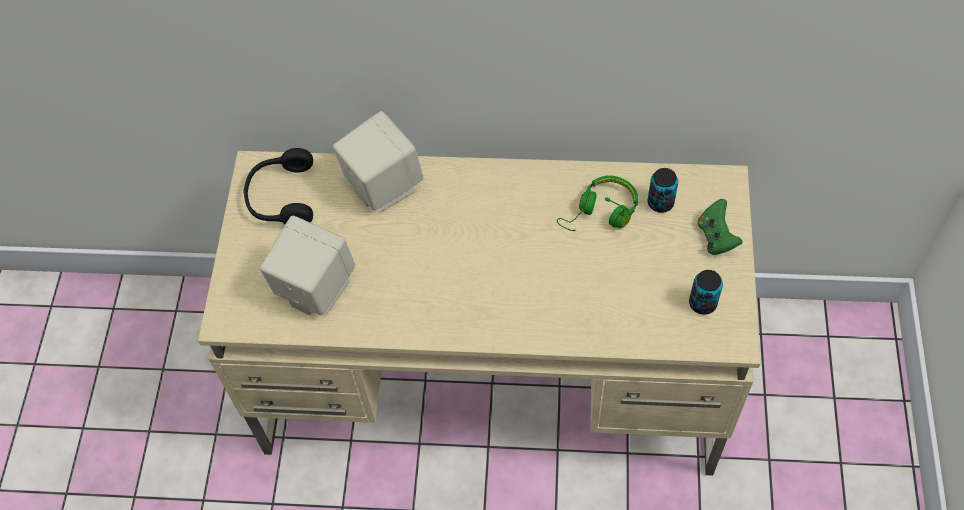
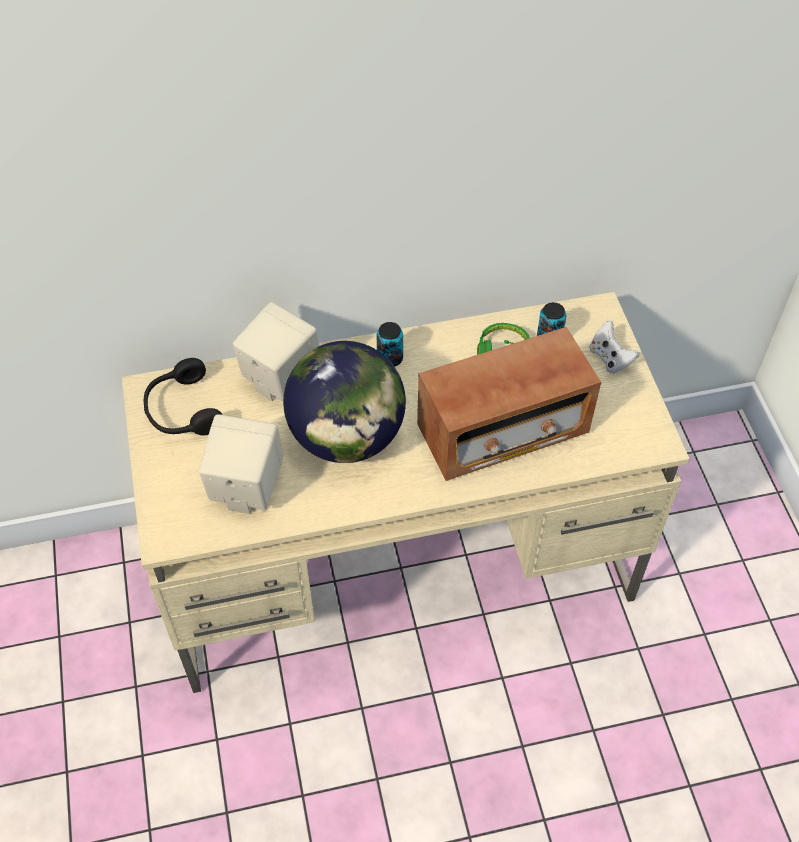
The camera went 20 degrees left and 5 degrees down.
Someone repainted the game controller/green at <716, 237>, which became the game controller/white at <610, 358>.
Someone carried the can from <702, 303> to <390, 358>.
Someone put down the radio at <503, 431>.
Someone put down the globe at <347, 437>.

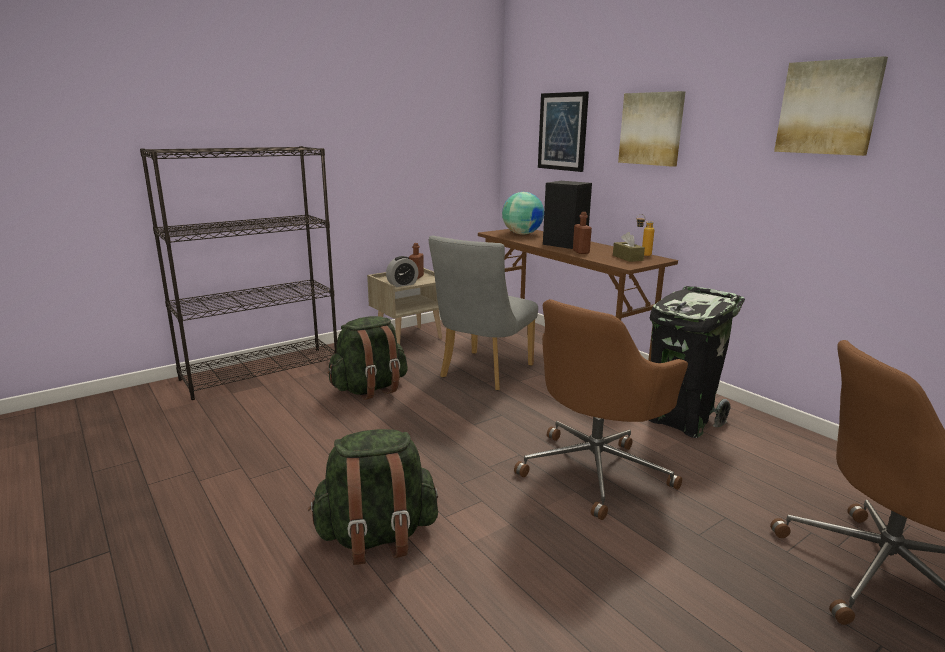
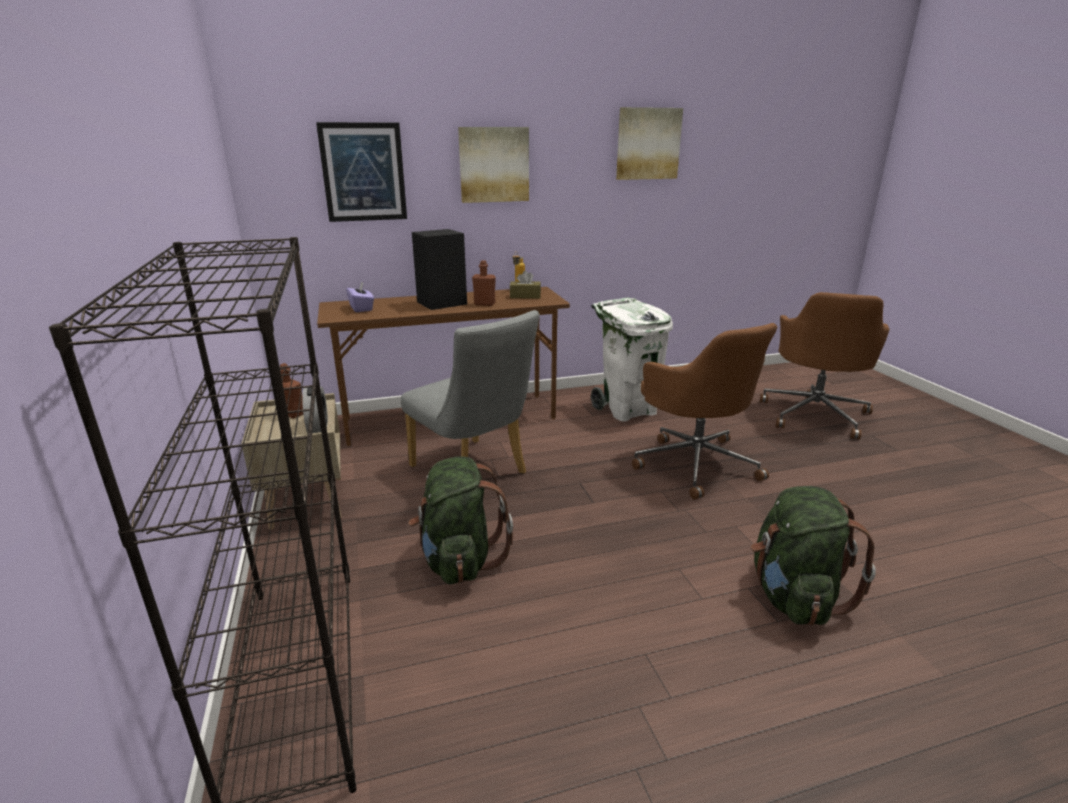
The camera went 70 degrees left and 5 degrees up.
Someone swapped the globe at <522, 234> for the tissue box/purple at <361, 308>.
Someone repainted the trash can/black at <681, 420>, which became the trash can/white at <627, 410>.

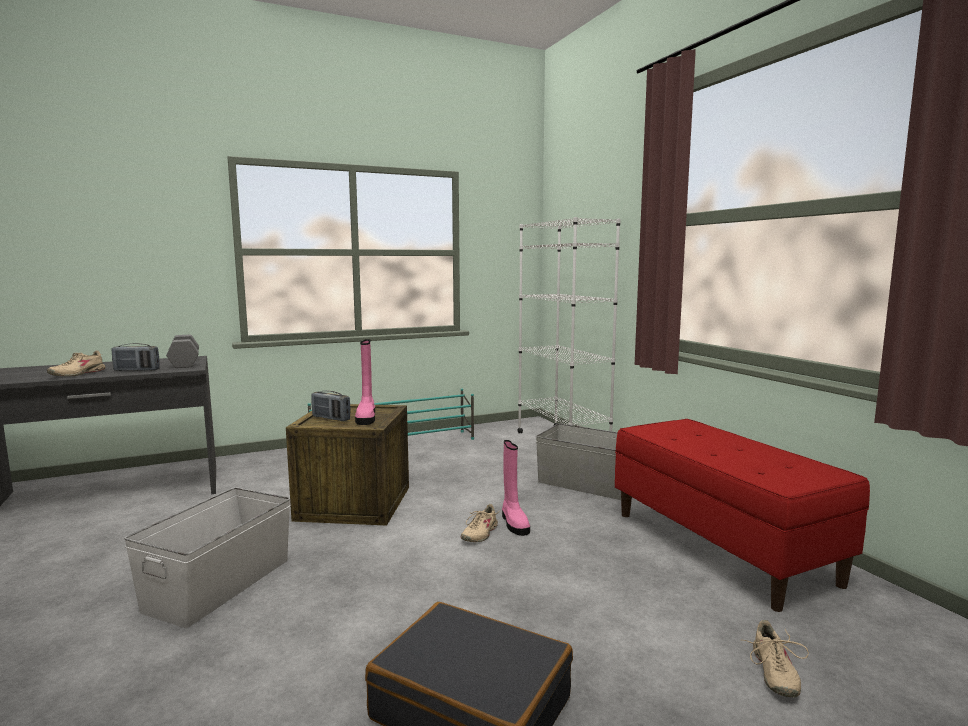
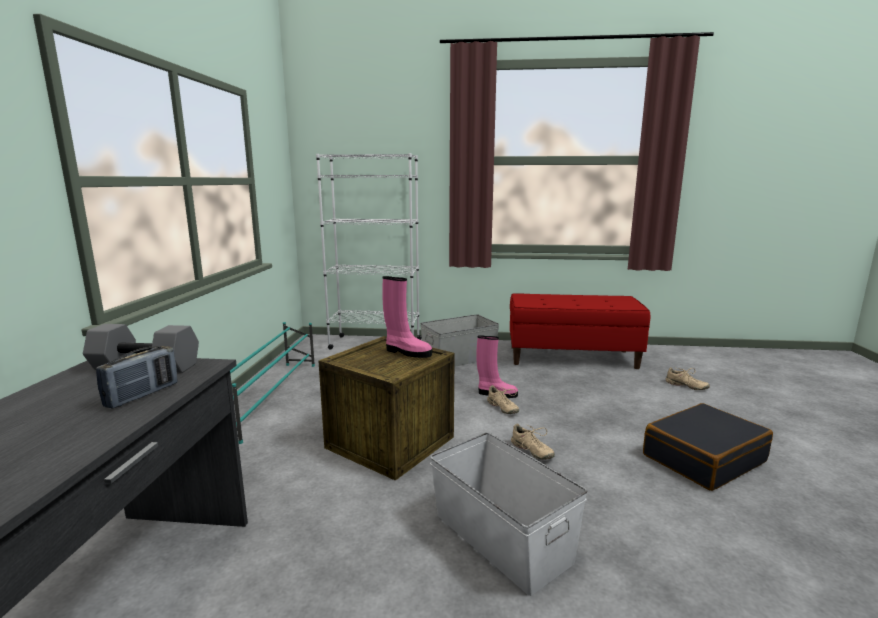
The camera went 60 degrees left and 5 degrees up.
Someone carried the shoe/beige from <78, 374> to <531, 451>.
Someone took away the radio at <331, 418>.

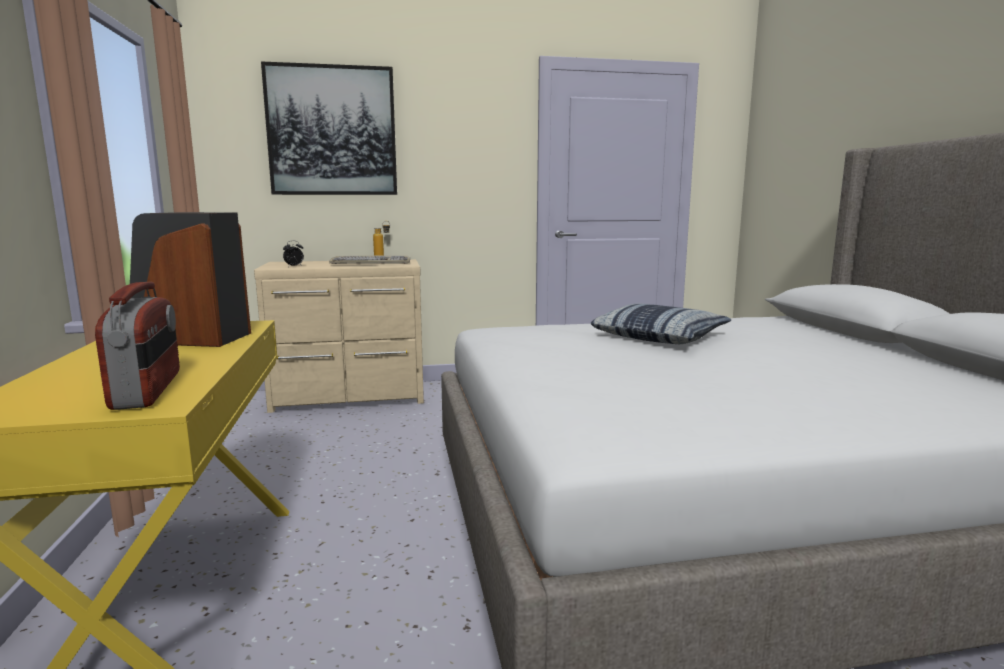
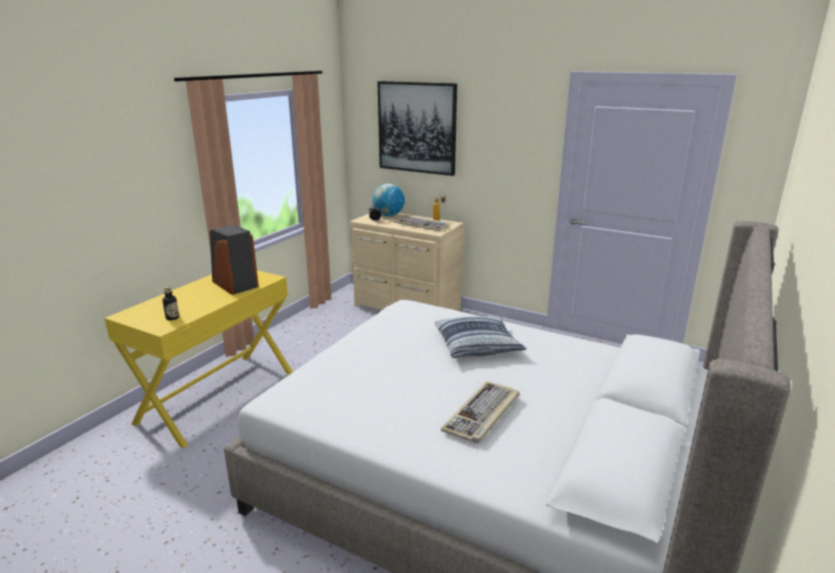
The camera went 40 degrees right and 10 degrees up.
Someone swapped the radio at <148, 390> for the bottle at <172, 318>.
Someone put down the globe at <388, 215>.
Someone put down the keyboard at <482, 414>.

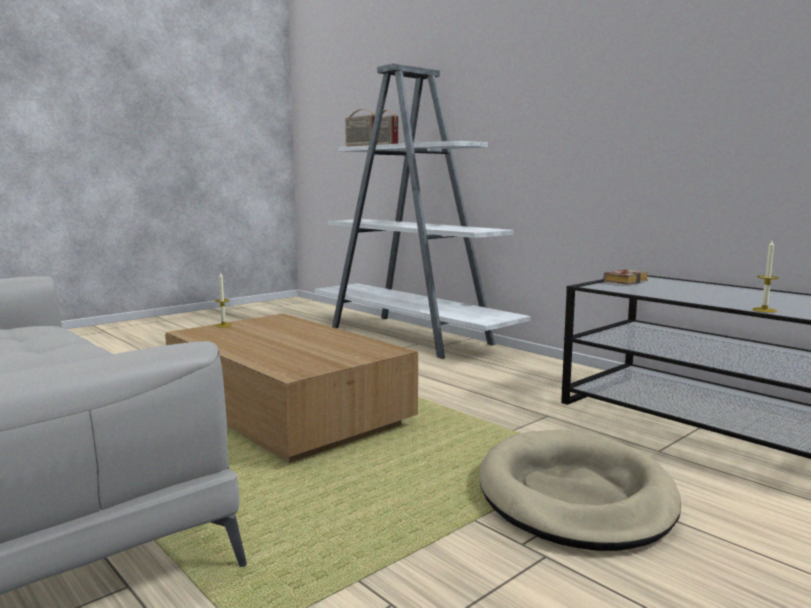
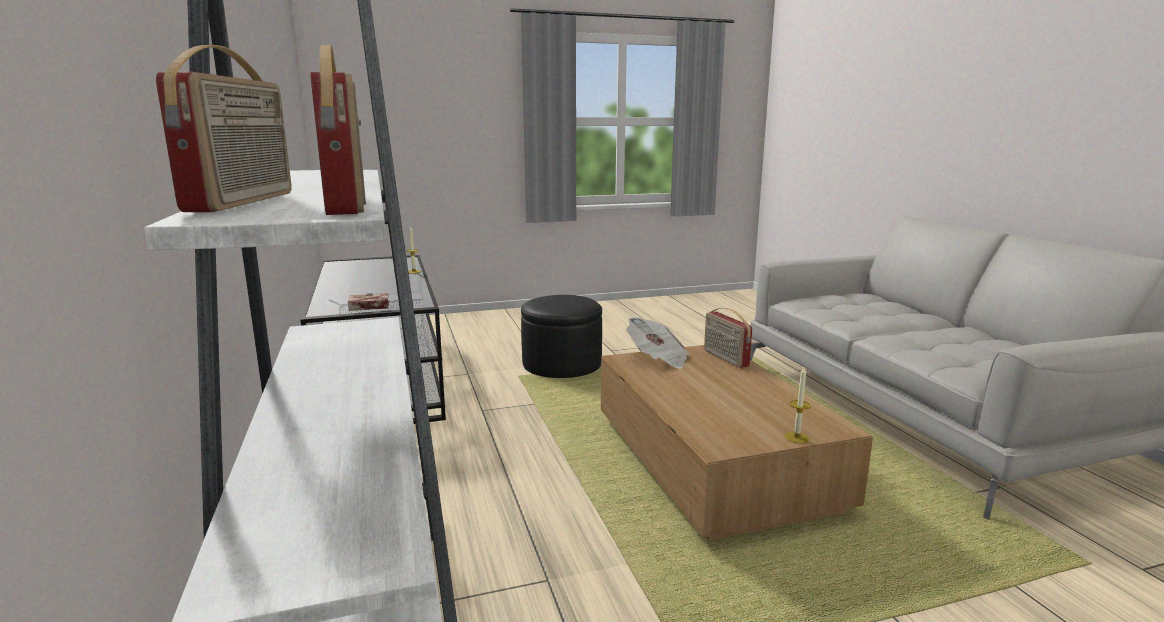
The camera went 155 degrees left and 5 degrees up.
Someone swapped the dog bed/beige at <575, 496> for the ottoman/black at <562, 364>.
Someone put down the radio at <725, 358>.
Someone put down the newspaper at <658, 359>.

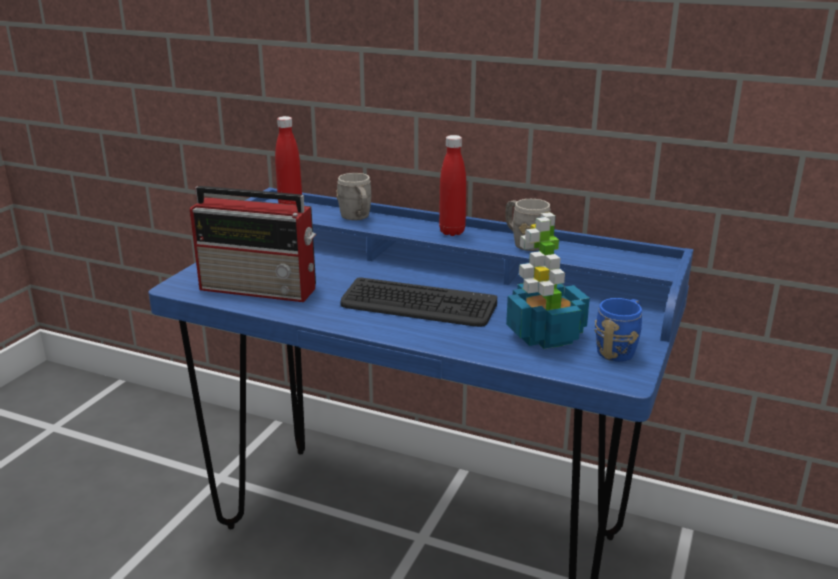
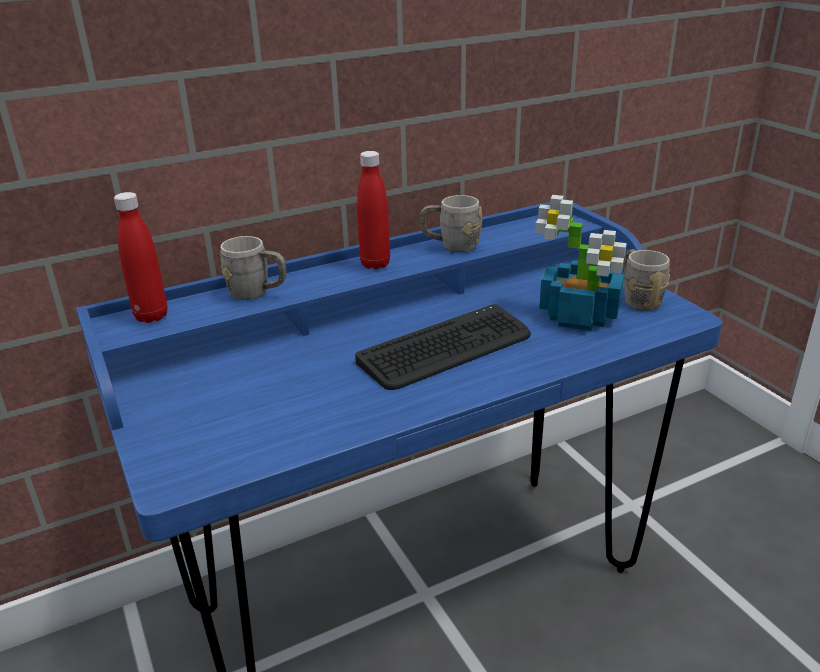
The camera went 50 degrees left and 5 degrees up.
Someone took away the radio at <261, 289>.
Someone repainted the mug/blue at <619, 349>, which became the mug/grey at <638, 299>.

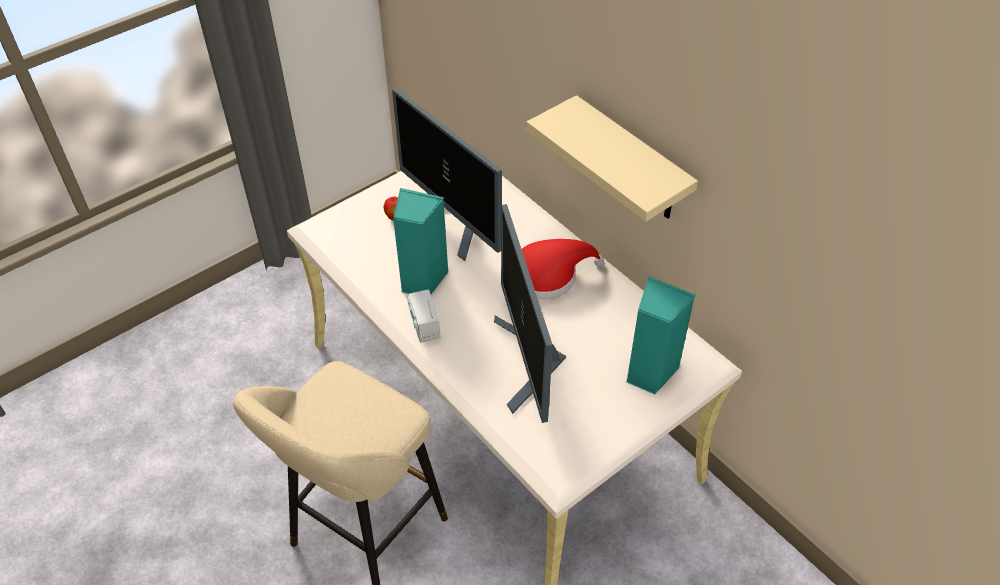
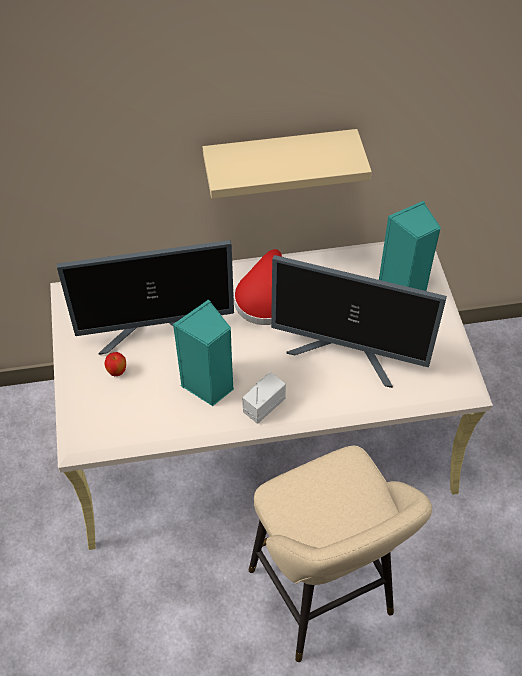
The camera went 60 degrees left and 5 degrees up.
Someone rotated the radio at <424, 326> by 120 degrees clockwise.

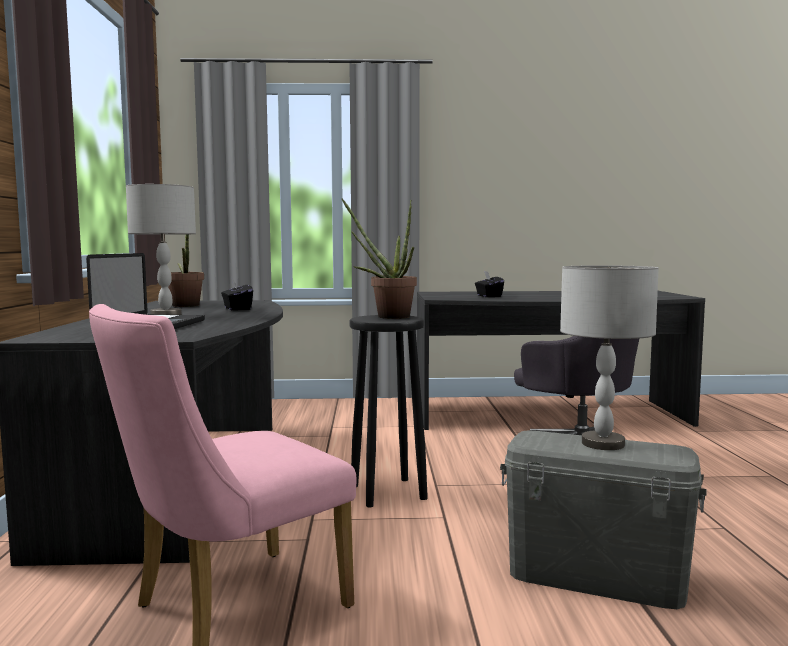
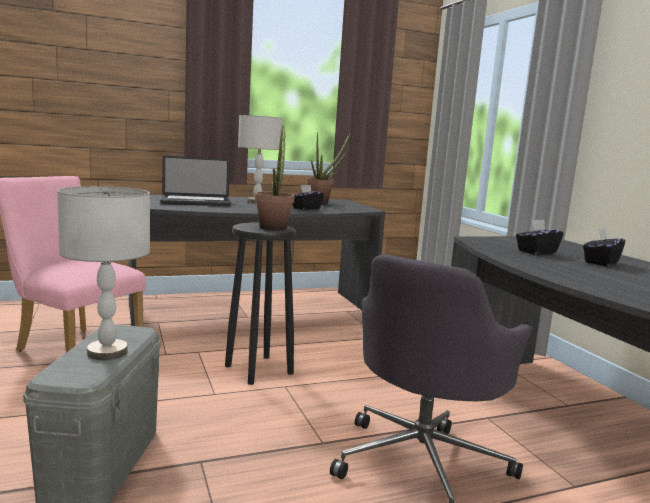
The camera went 70 degrees right and 5 degrees up.
Someone put down the tissue box/black at <600, 262>.

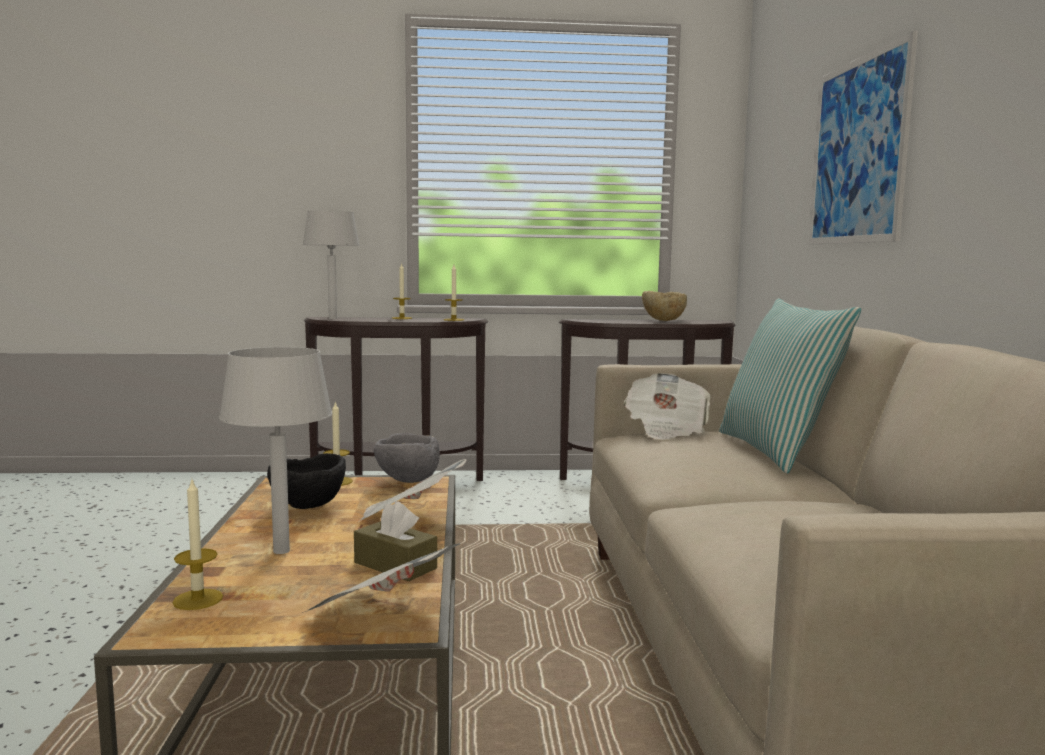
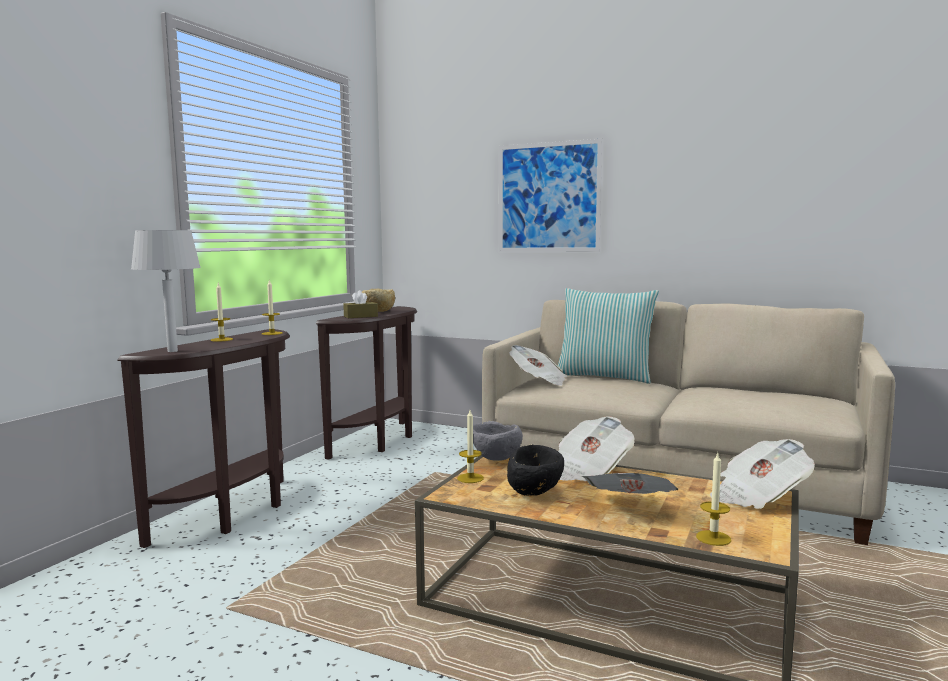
The camera went 60 degrees left and 0 degrees up.
Someone swapped the table lamp/grey at <282, 551> for the newspaper at <629, 509>.
Someone carried the tissue box/brown from <395, 565> to <360, 316>.

